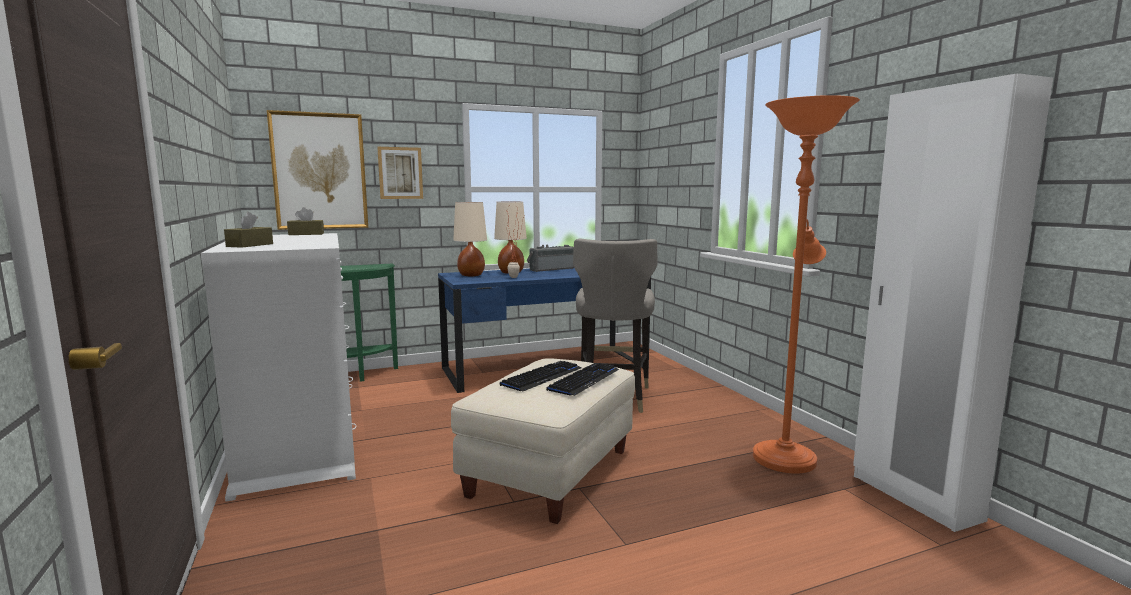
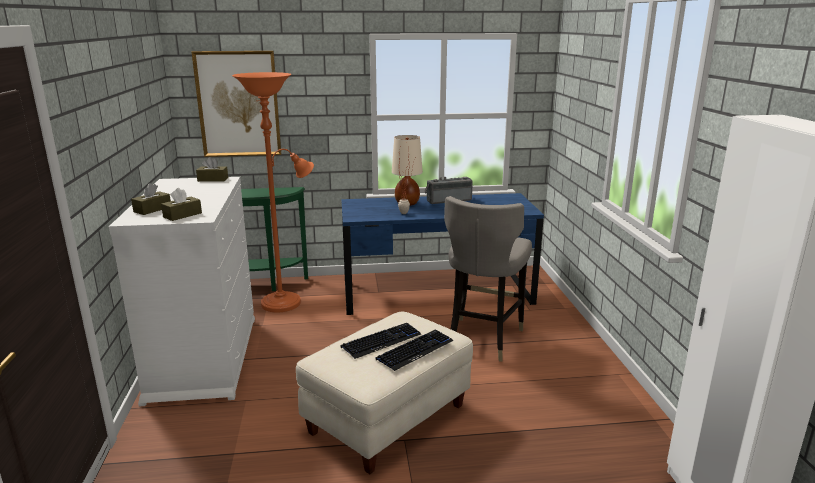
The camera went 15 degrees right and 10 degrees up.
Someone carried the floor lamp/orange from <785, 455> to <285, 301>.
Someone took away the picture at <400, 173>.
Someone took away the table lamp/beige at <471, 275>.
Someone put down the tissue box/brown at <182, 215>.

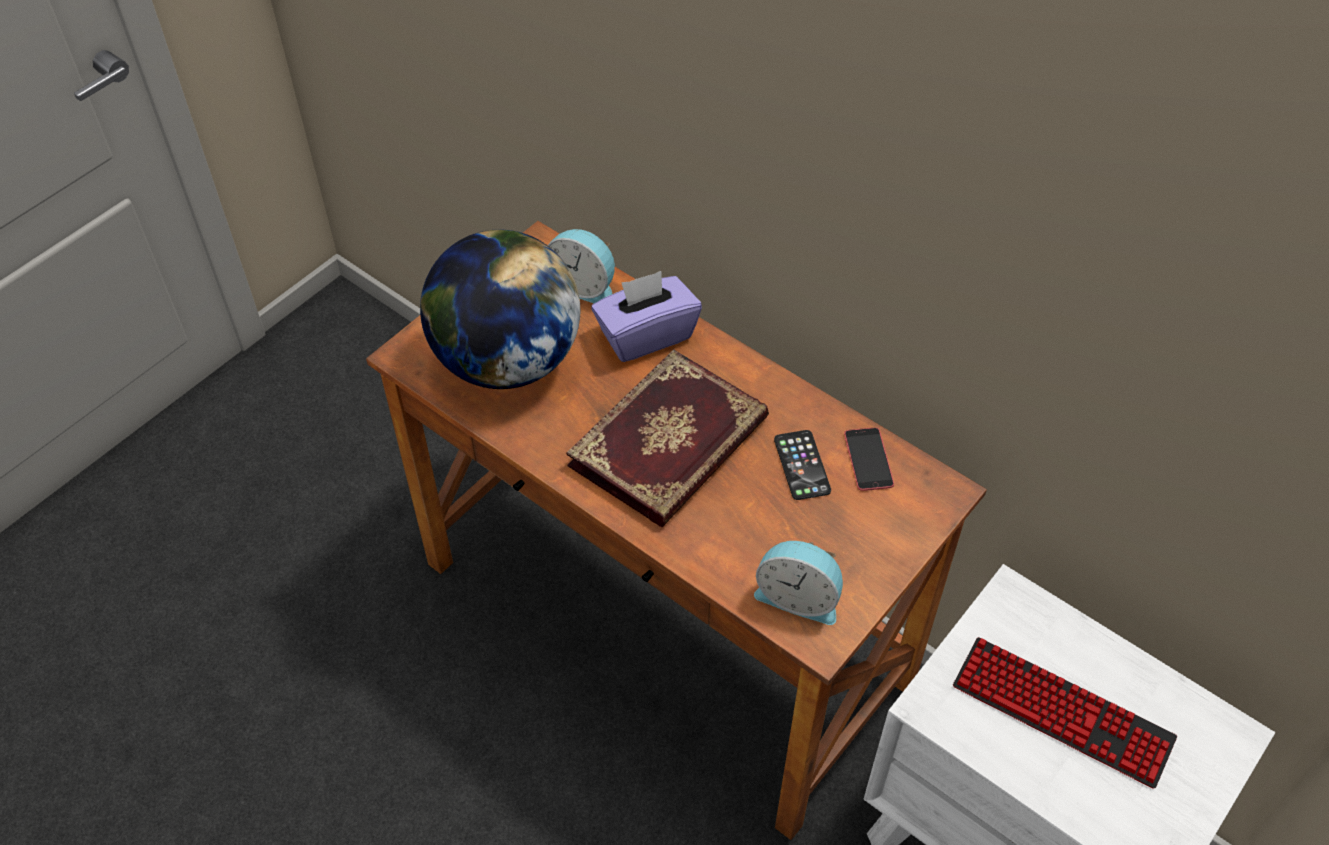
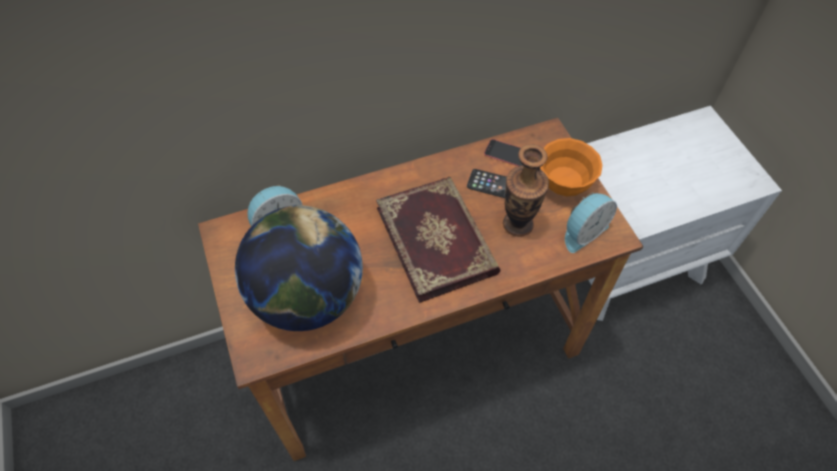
The camera went 60 degrees left and 5 degrees up.
Someone took away the tissue box/purple at <646, 335>.
Someone took away the keyboard at <1061, 713>.
Someone put down the bowl/orange at <564, 184>.
Someone put down the vase at <517, 224>.

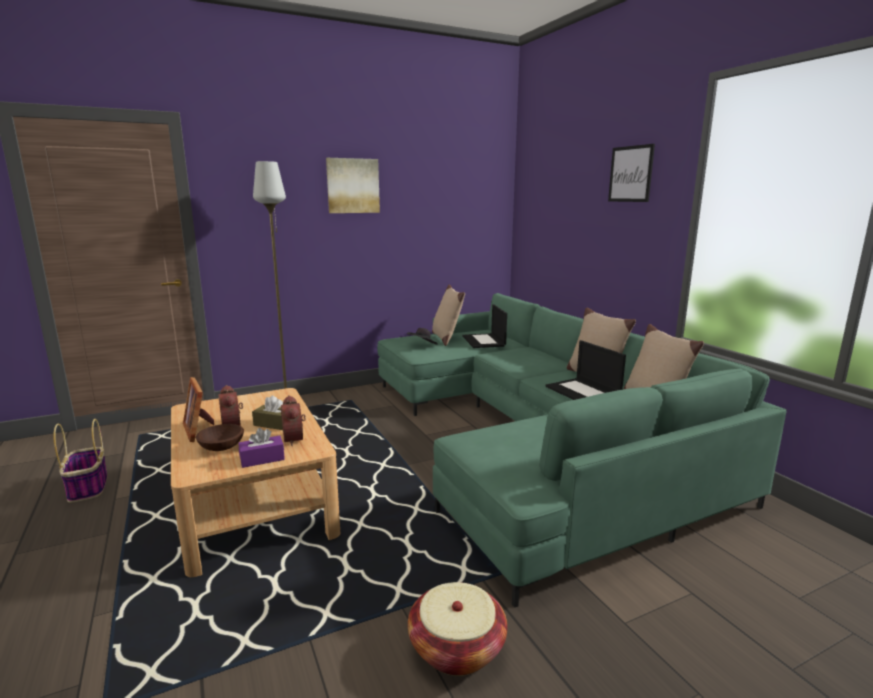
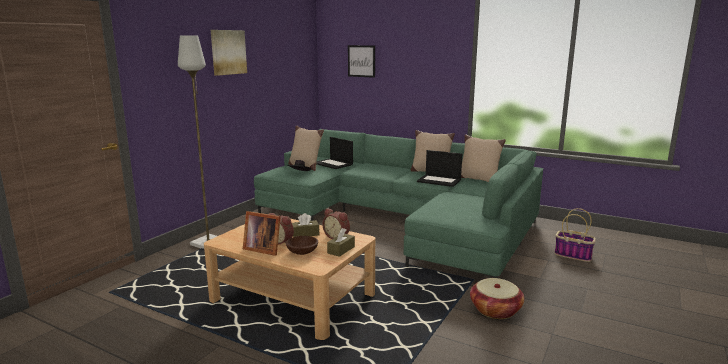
The camera went 35 degrees left and 0 degrees up.
Someone carried the picture from <630, 174> to <361, 61>.
Someone carried the basket from <88, 488> to <573, 255>.
Someone repainted the tissue box/purple at <262, 459>, which became the tissue box/brown at <341, 250>.

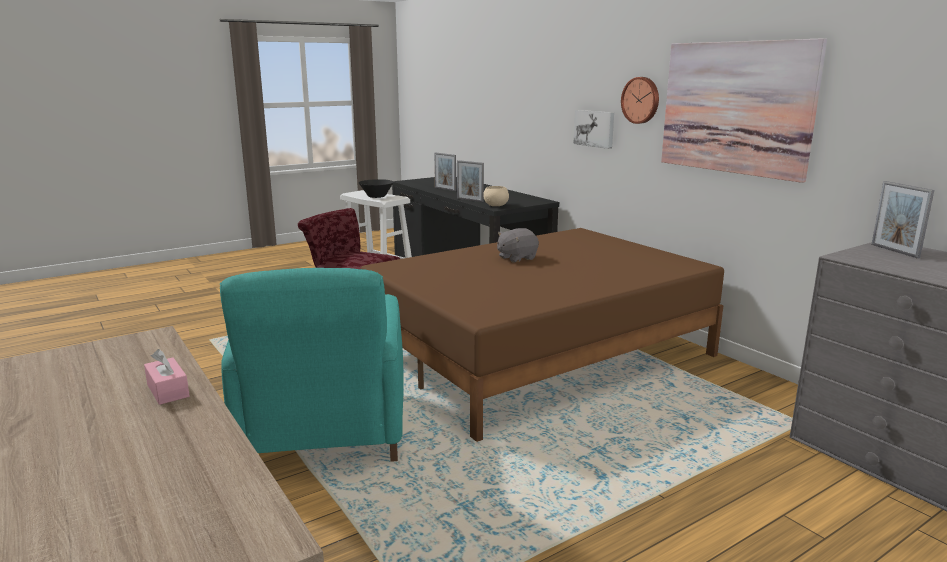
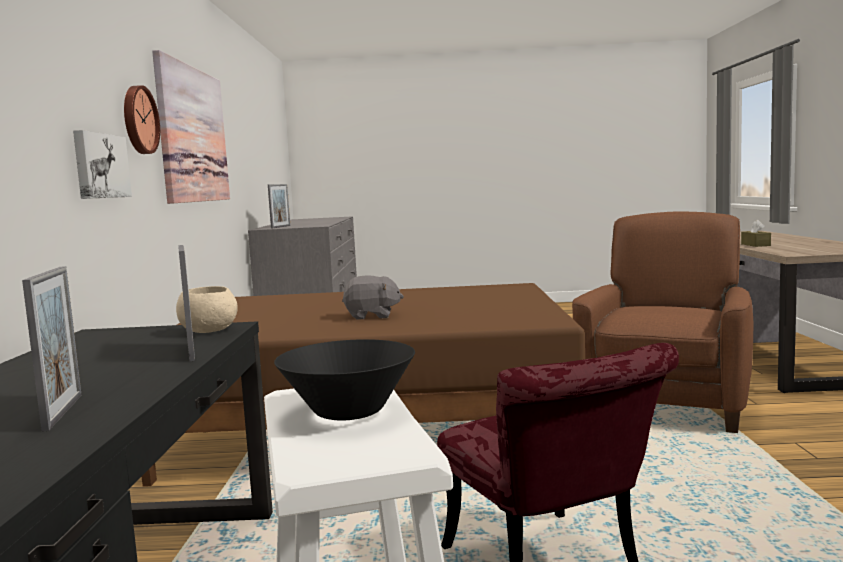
The camera went 145 degrees left and 10 degrees down.
Someone repainted the armchair/turquoise at <323, 431>, which became the armchair/brown at <666, 403>.
Someone repainted the tissue box/pink at <168, 390>, which became the tissue box/brown at <755, 245>.

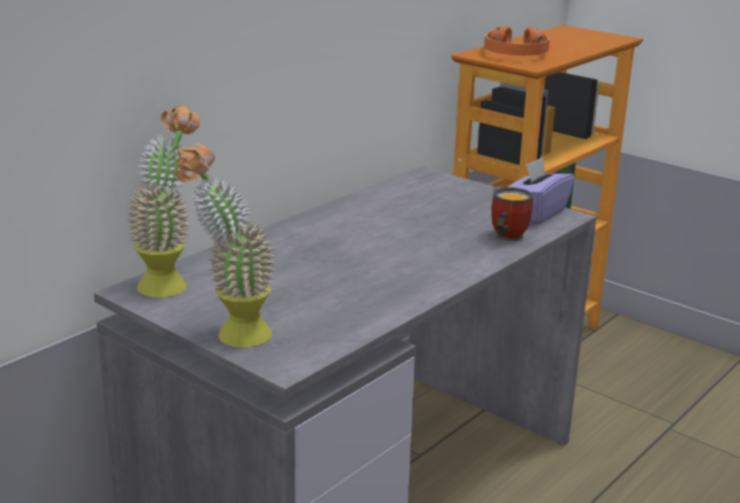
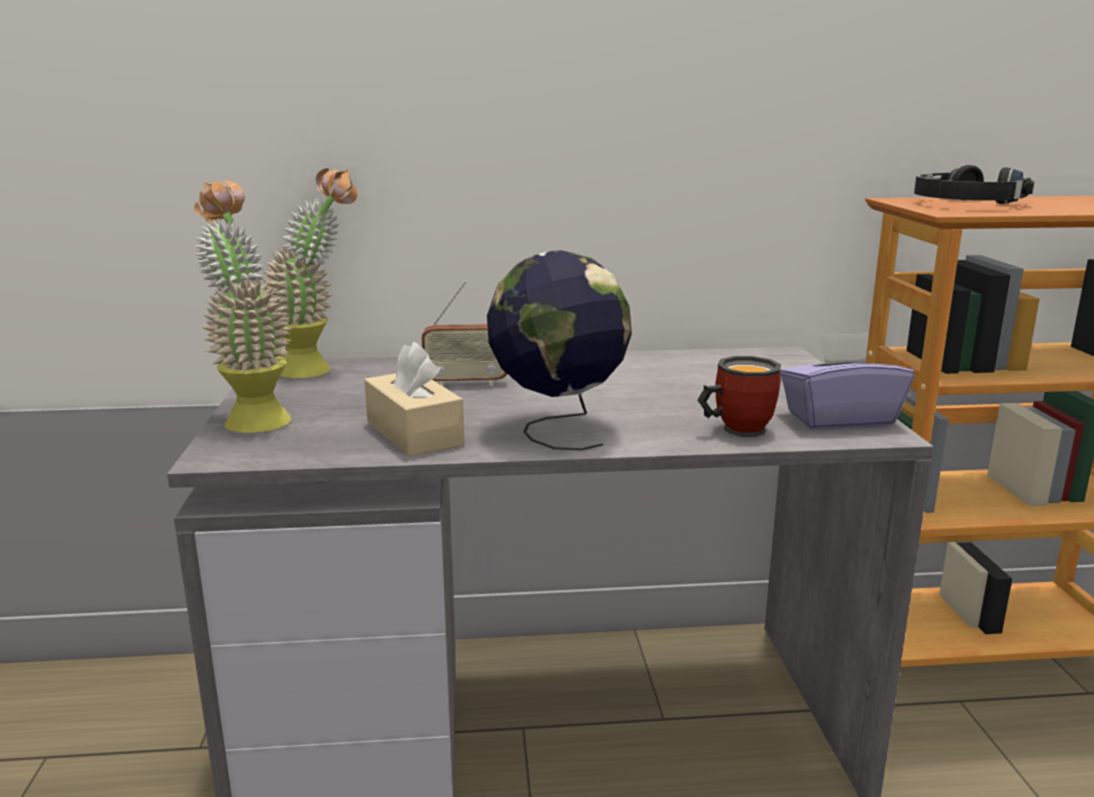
The camera went 45 degrees right and 5 degrees down.
Someone repainted the headphones/orange at <515, 54>, which became the headphones/black at <965, 204>.
Someone put down the globe at <558, 429>.
Someone put down the radio at <466, 383>.
Someone put down the tissue box/beige at <414, 433>.

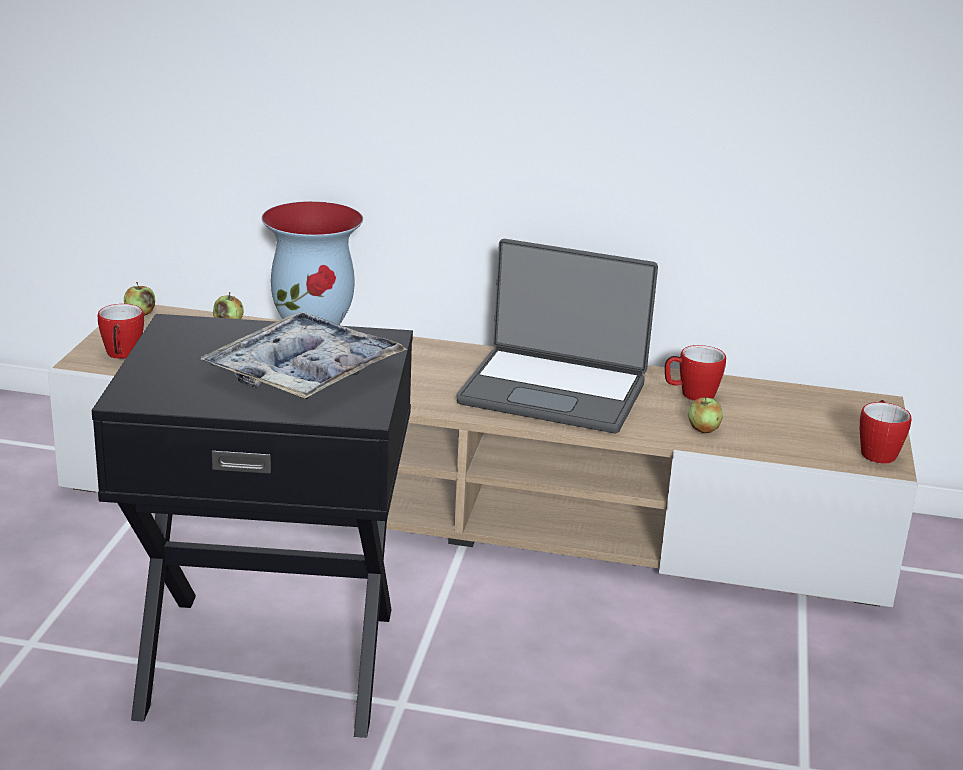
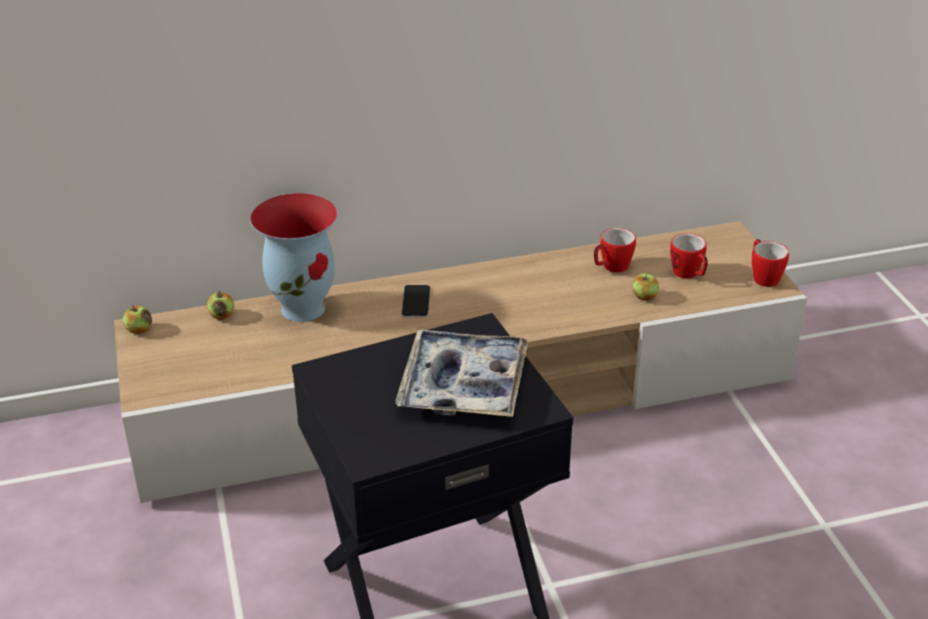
The camera went 25 degrees left and 10 degrees up.
Someone took away the laptop at <554, 392>.
Someone carried the mug from <121, 355> to <689, 274>.
Someone put down the phone at <416, 302>.

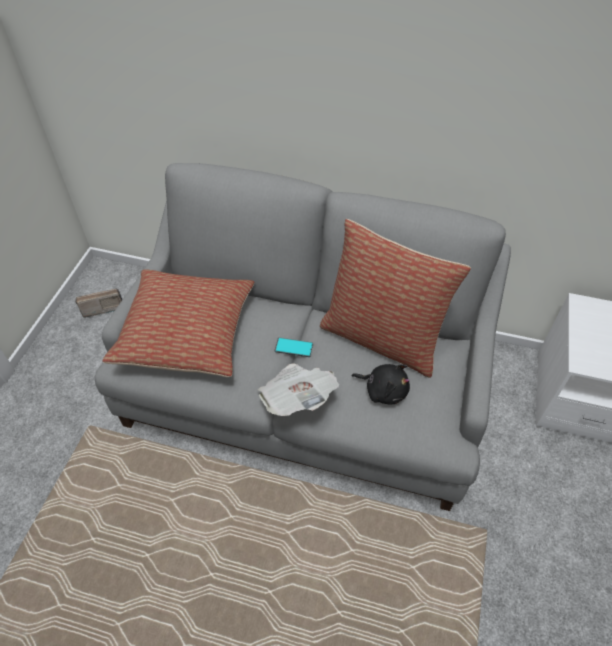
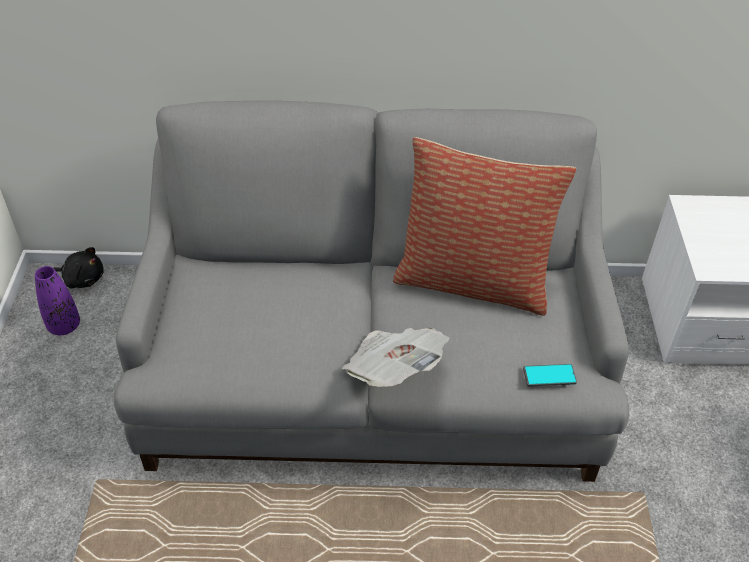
The camera went 15 degrees left and 5 degrees down.
Someone took away the pillow at <186, 333>.
Someone swapped the radio at <102, 307> for the vase/purple at <64, 326>.
Someone carried the phone from <293, 347> to <549, 376>.
Someone carried the plush toy/black from <383, 390> to <82, 278>.

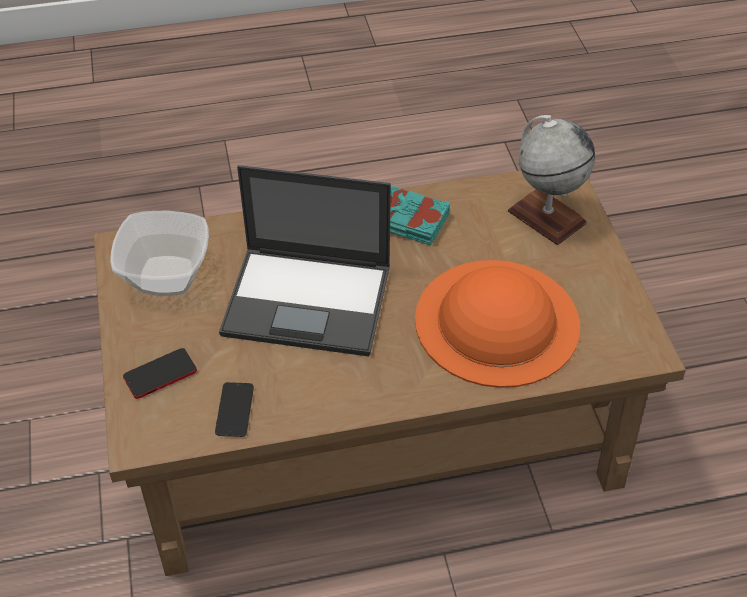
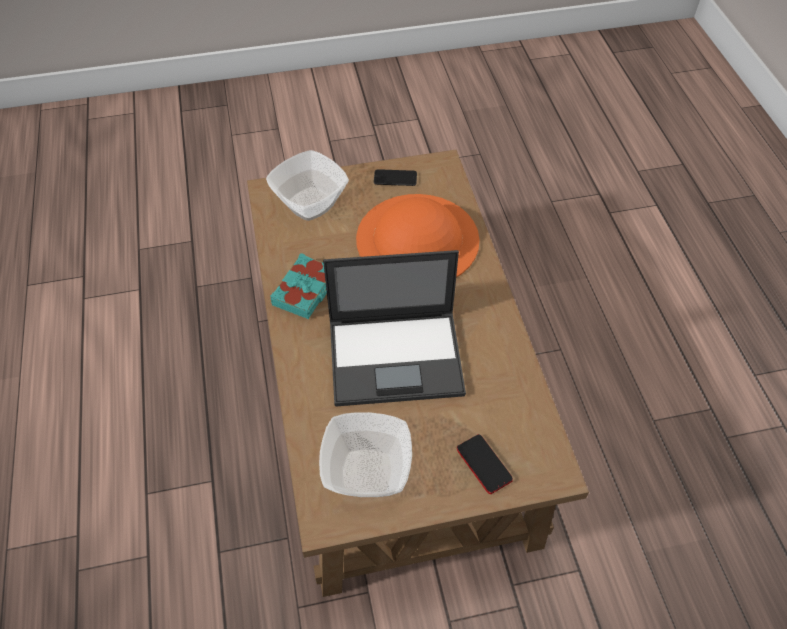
The camera went 90 degrees left and 5 degrees up.
Someone swapped the globe at <546, 217> for the bowl at <309, 204>.
Someone rotated the laptop at <309, 301> by 75 degrees clockwise.
Someone carried the phone from <234, 410> to <395, 178>.

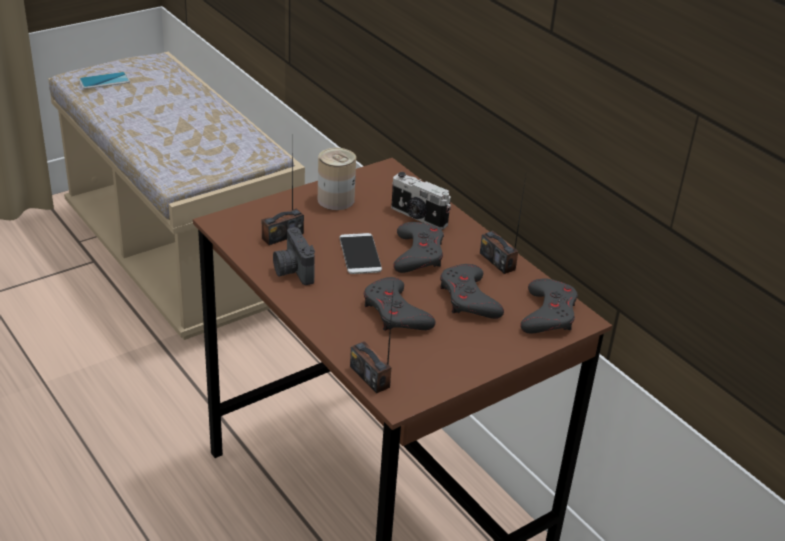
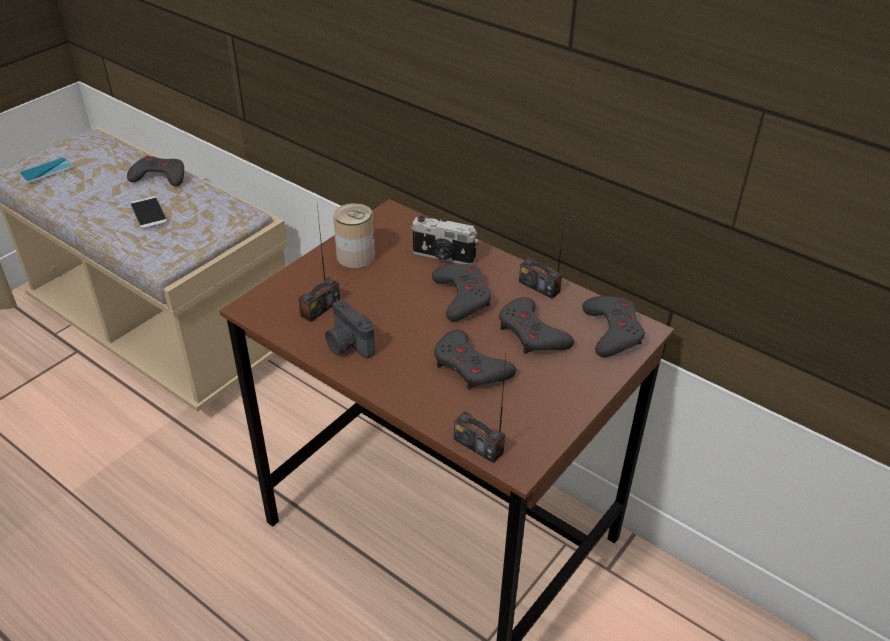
The camera went 15 degrees left and 5 degrees up.
Someone carried the phone from <360, 254> to <148, 213>.
Someone put down the game controller/grey at <159, 176>.

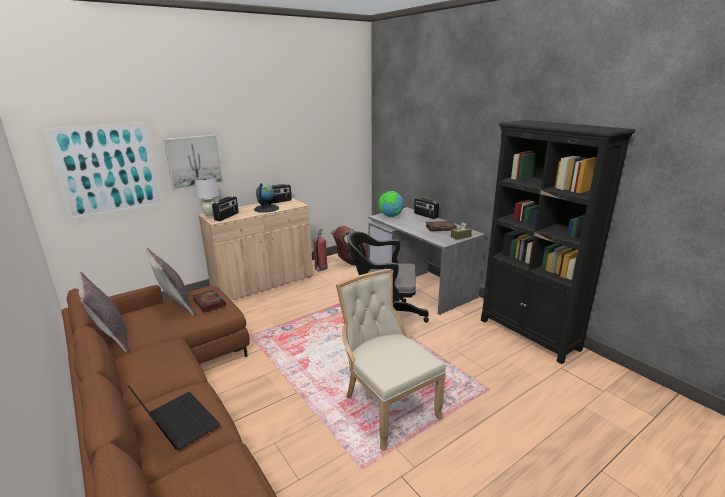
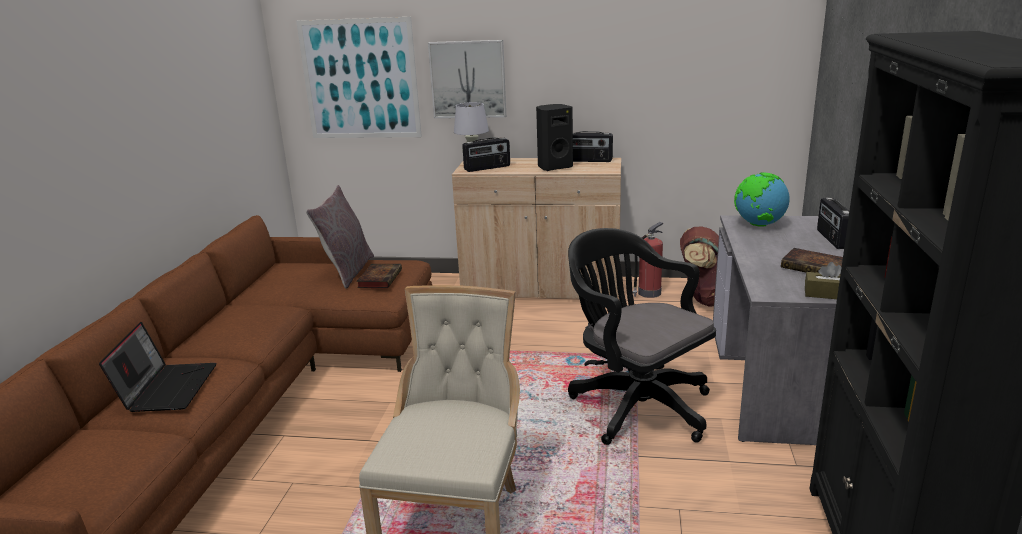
The camera went 45 degrees right and 0 degrees up.
Someone swapped the globe at <266, 208> for the speaker/black at <554, 167>.
Someone took away the pillow/grey at <111, 339>.

